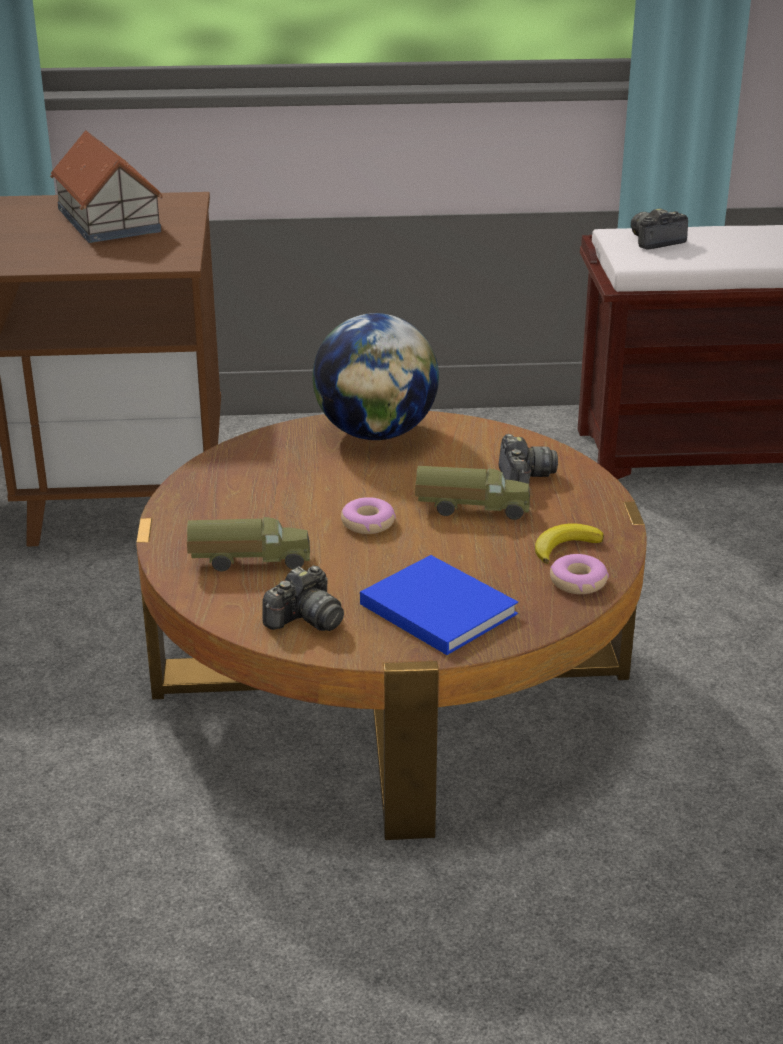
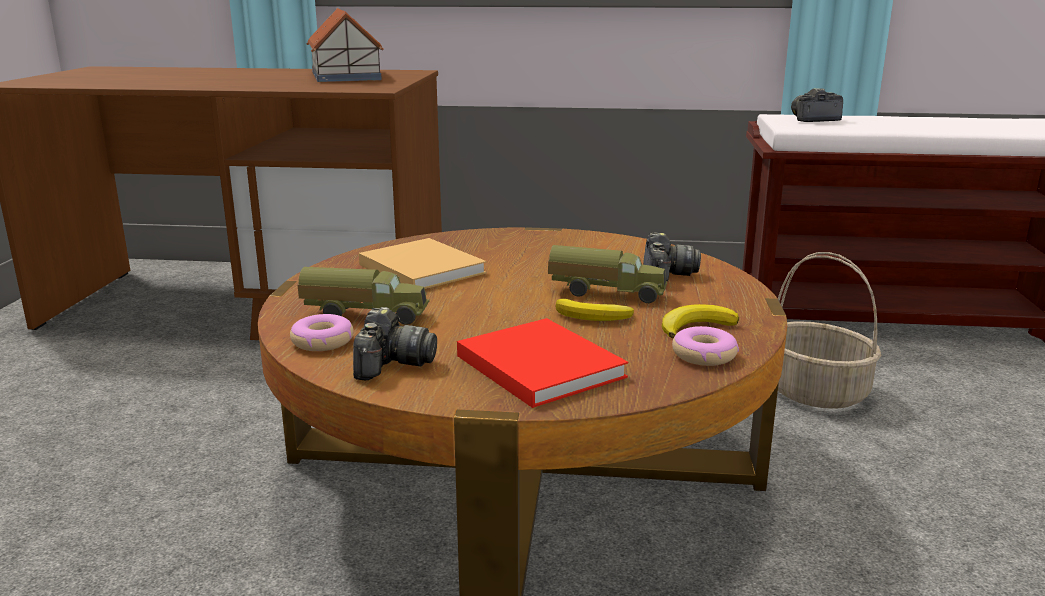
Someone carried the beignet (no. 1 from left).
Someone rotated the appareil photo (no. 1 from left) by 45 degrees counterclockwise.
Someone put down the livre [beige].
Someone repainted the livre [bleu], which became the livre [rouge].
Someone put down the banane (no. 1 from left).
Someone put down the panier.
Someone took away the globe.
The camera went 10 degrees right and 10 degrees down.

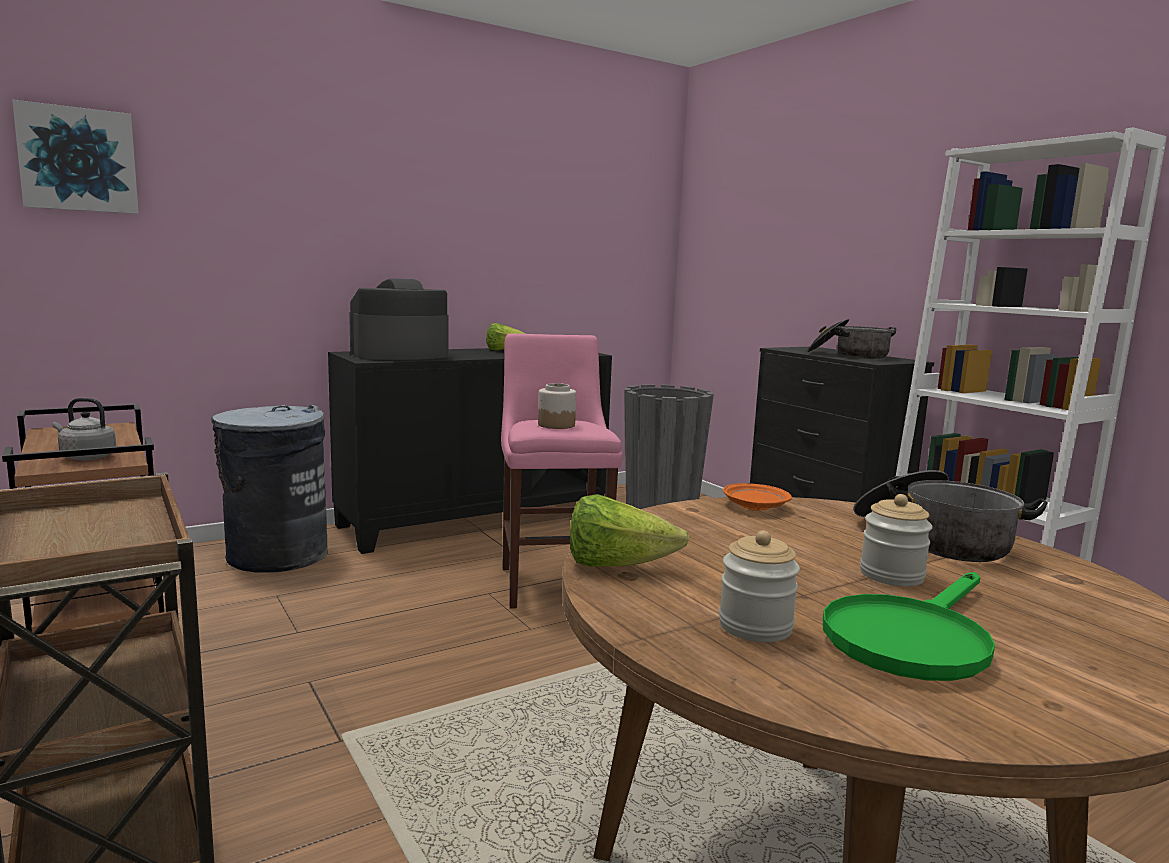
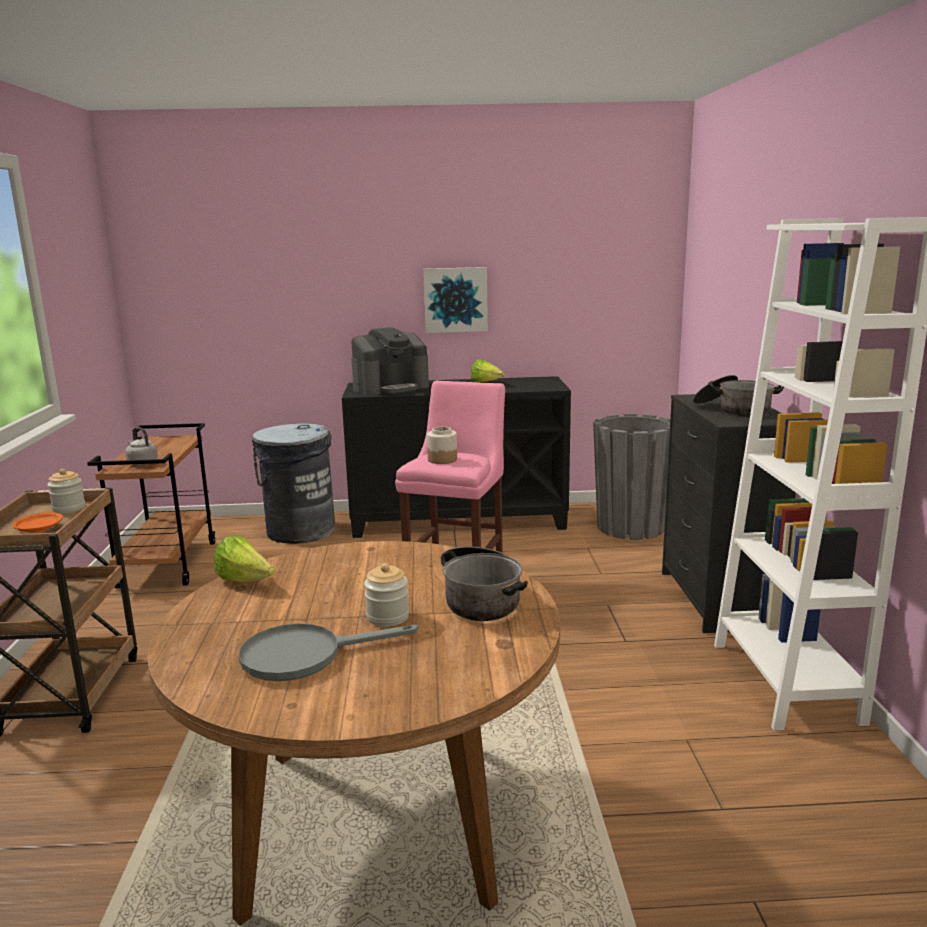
Someone carried the assiette [orange].
Someone carried the bocal (no. 2 from left in the first image).
Someone repainted the poêle [vert], which became the poêle [gris].
Someone rotated the machine à café by 150 degrees clockwise.
Someone carried the tableau.
The camera went 30 degrees right and 5 degrees up.

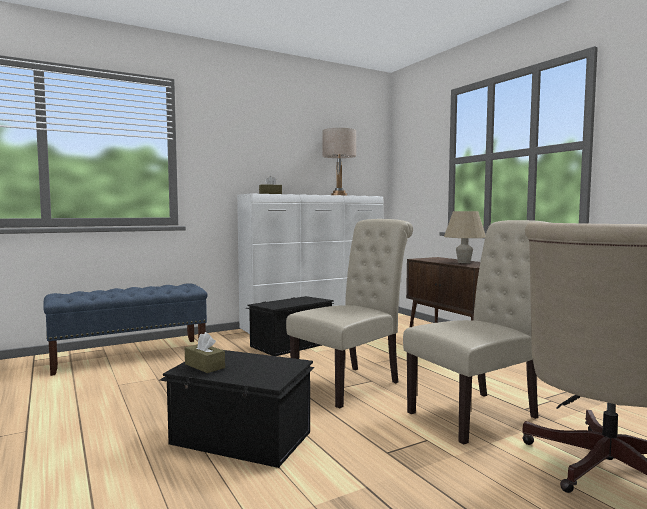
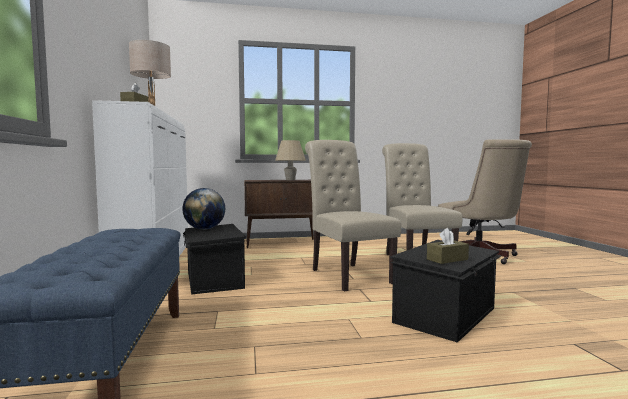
Someone put down the globe.
The camera went 70 degrees left and 0 degrees up.

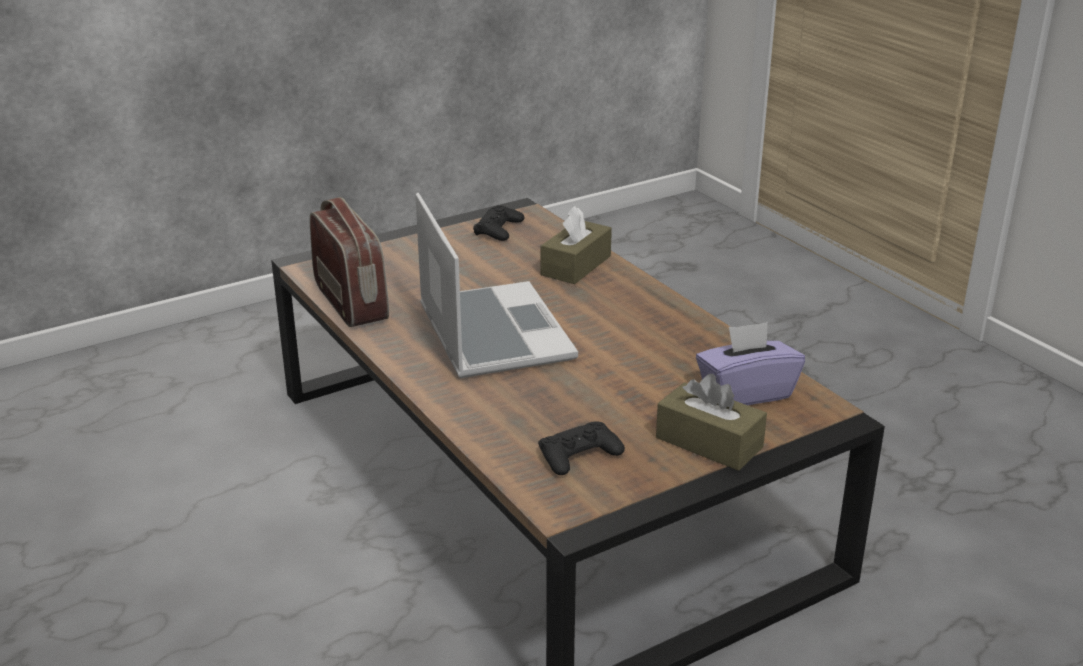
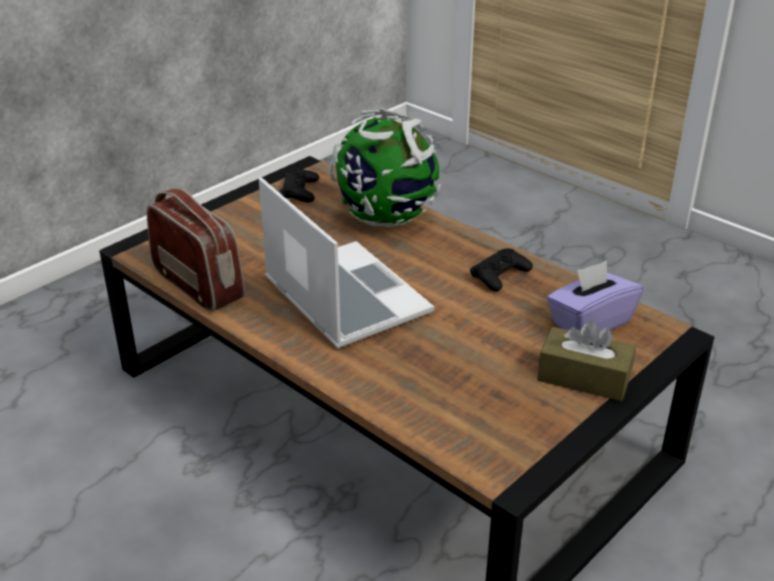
Someone swapped the boîte à mouchoirs [marron] (no. 1 from left) for the globe.
Someone carried the manette [noir] (no. 2 from left).
The camera went 15 degrees left and 5 degrees up.

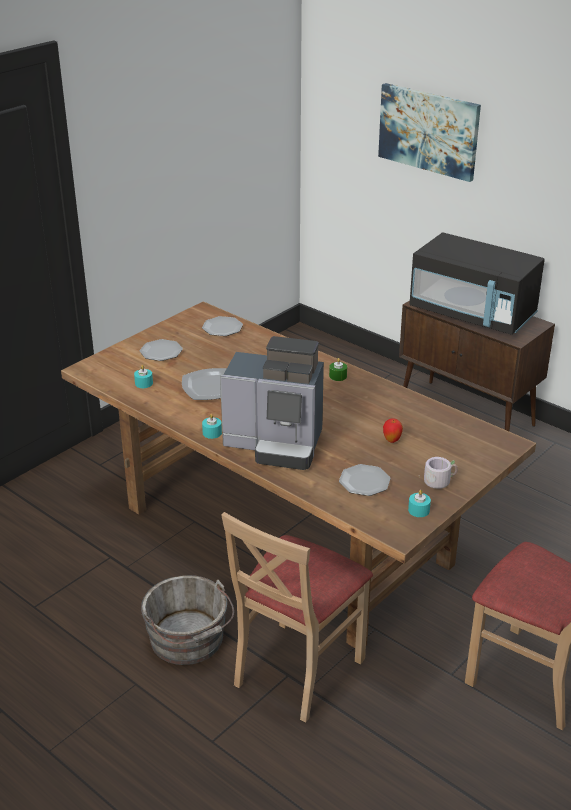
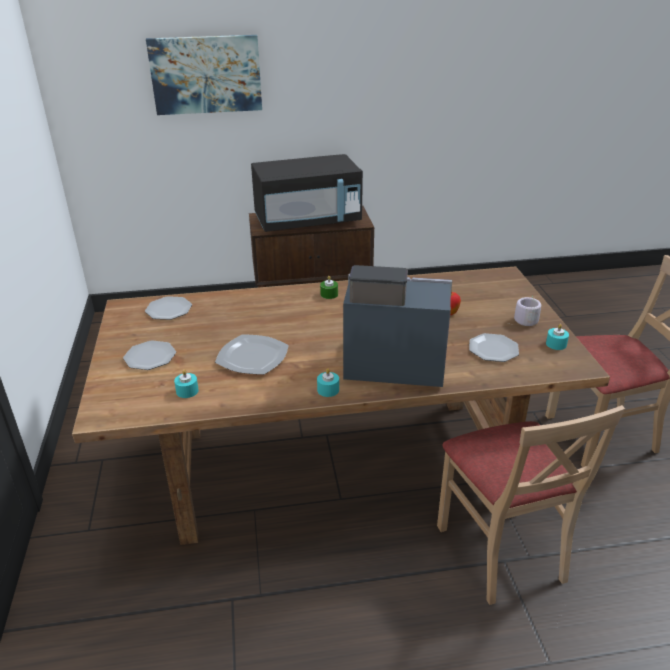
Someone rotated the machine à café by 135 degrees counterclockwise.
Someone took away the seau [gris].
The camera went 50 degrees left and 0 degrees up.

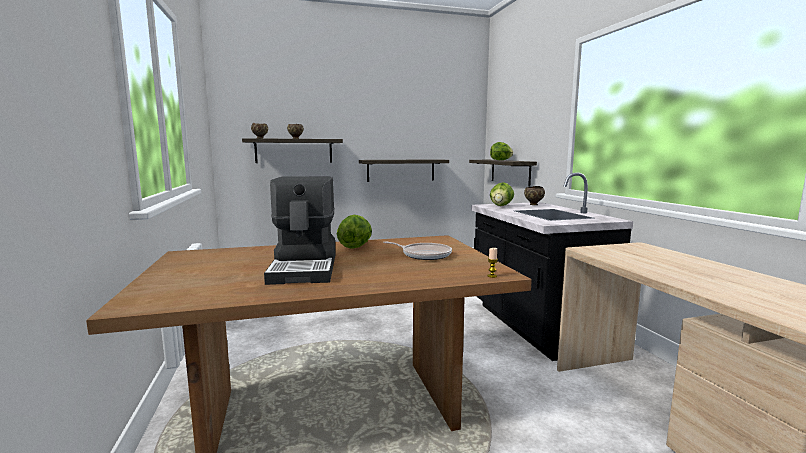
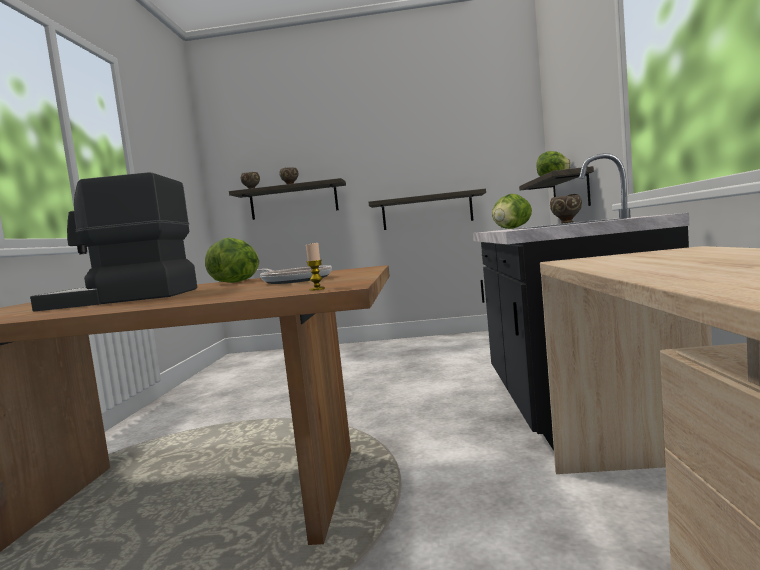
Someone rotated the machine à café by 75 degrees clockwise.
The camera went 20 degrees right and 5 degrees down.

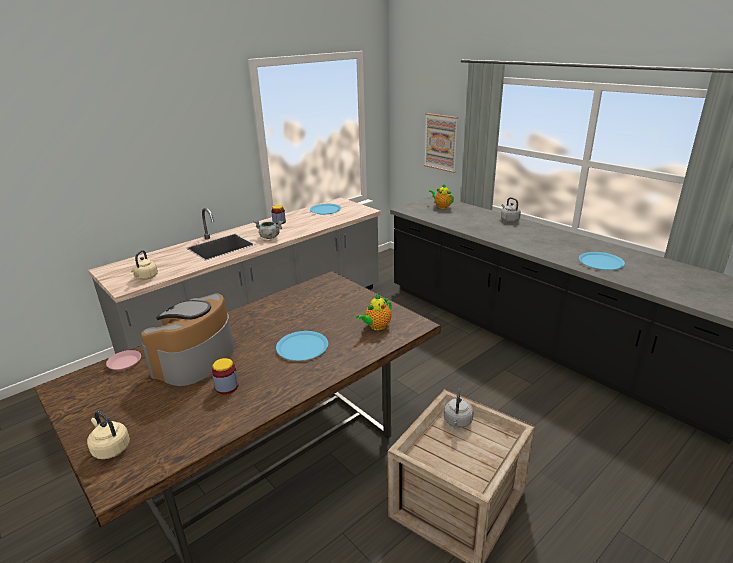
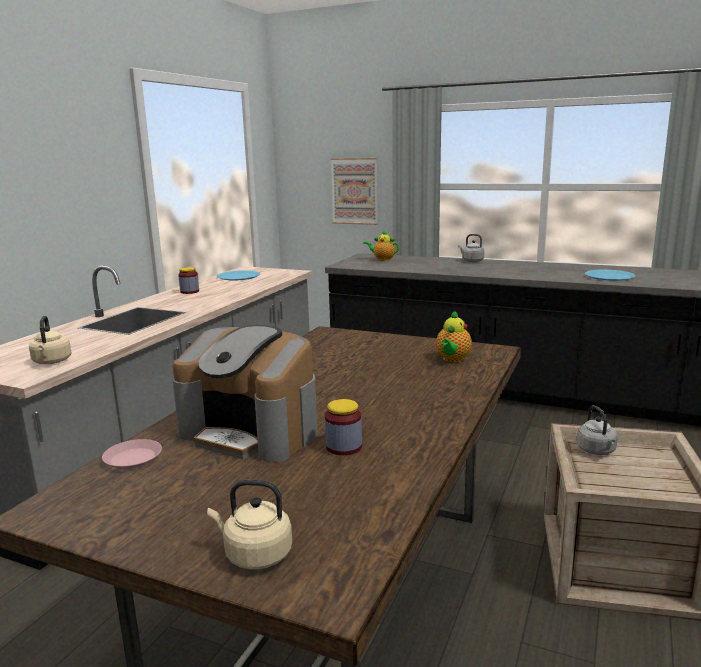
Someone rotated the machine à café by 60 degrees counterclockwise.
Someone took away the marmite [gris].
Someone took away the assiette [bleu] (no. 1 from left).
The camera went 25 degrees left and 10 degrees down.

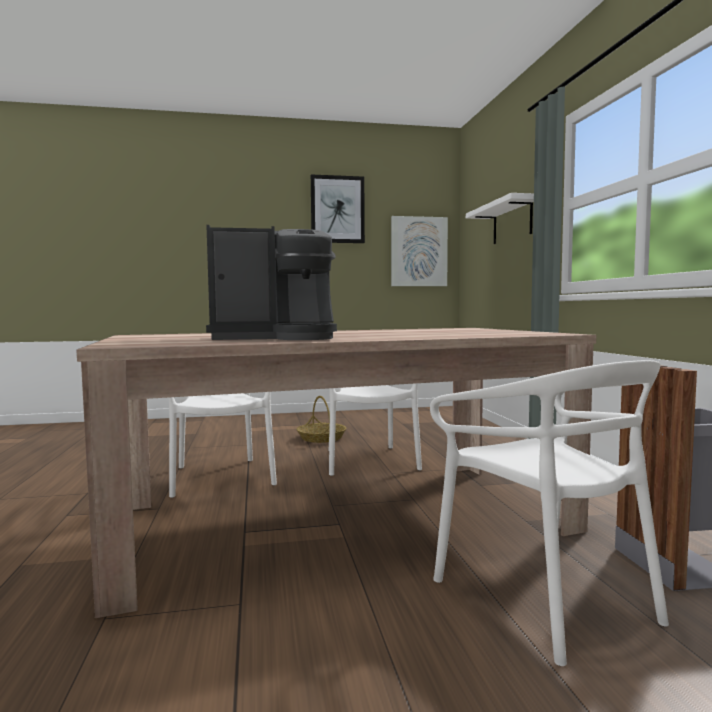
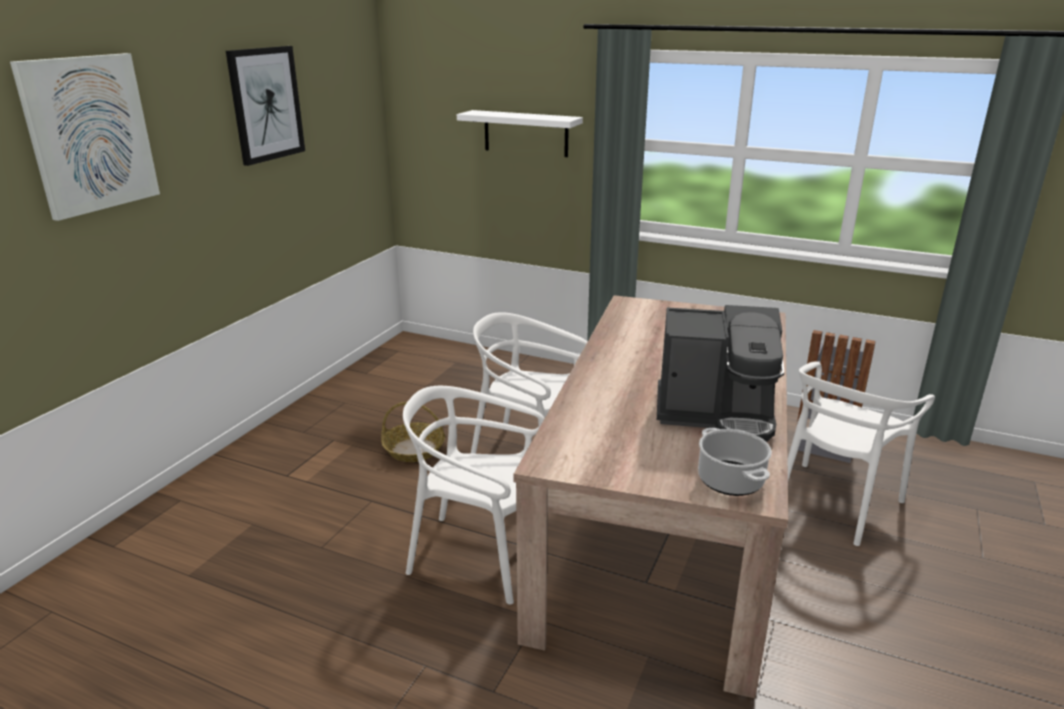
Someone carried the tableau (no. 2 from left in the first image).
Someone rotated the machine à café by 75 degrees clockwise.
Someone put down the marmite.
Someone rotated the chaise [blanc] (no. 3 from left) by 120 degrees clockwise.
The camera went 55 degrees left and 20 degrees up.

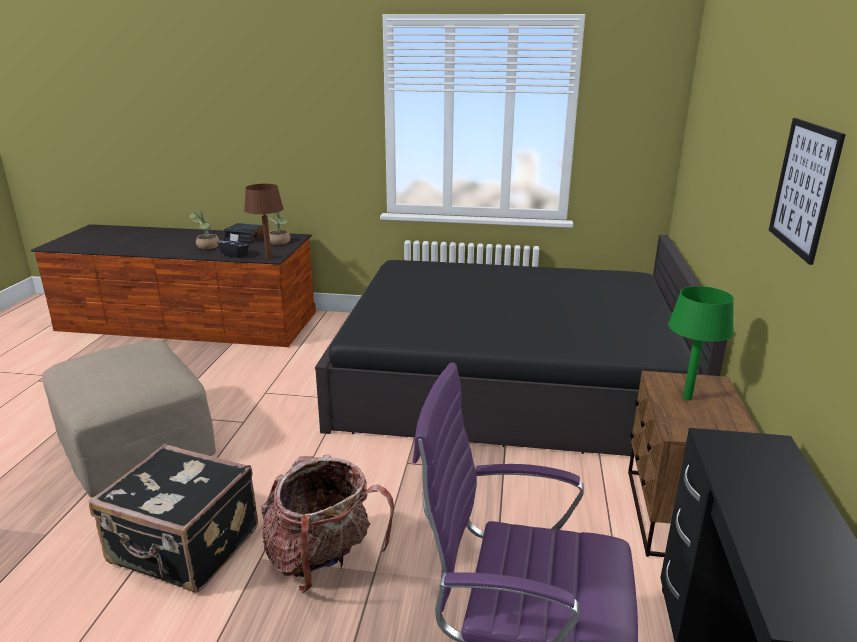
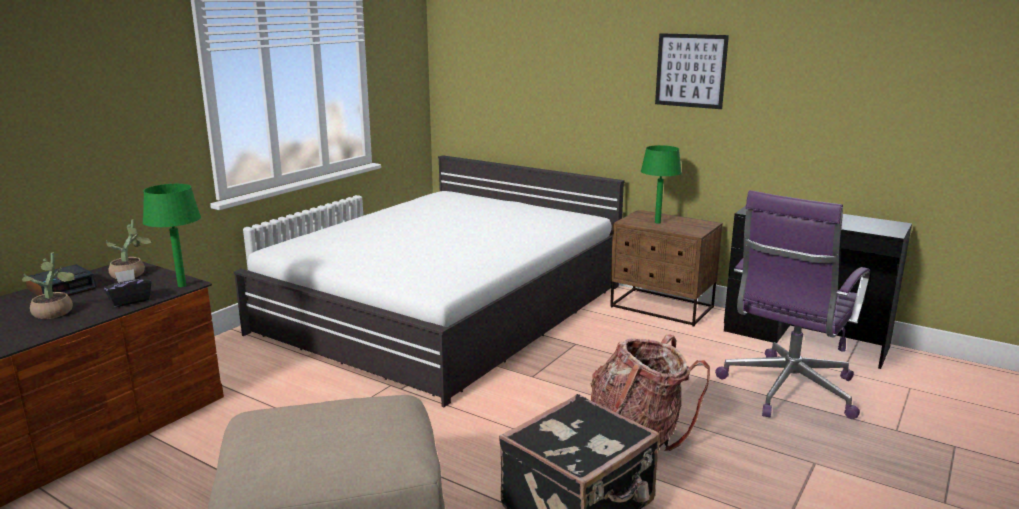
Someone repainted the lampe de table [marron], which became the lampe de table [vert] (no. 1 from left).
Someone repainted the lit [noir], which became the lit [blanc].
The camera went 65 degrees left and 5 degrees down.

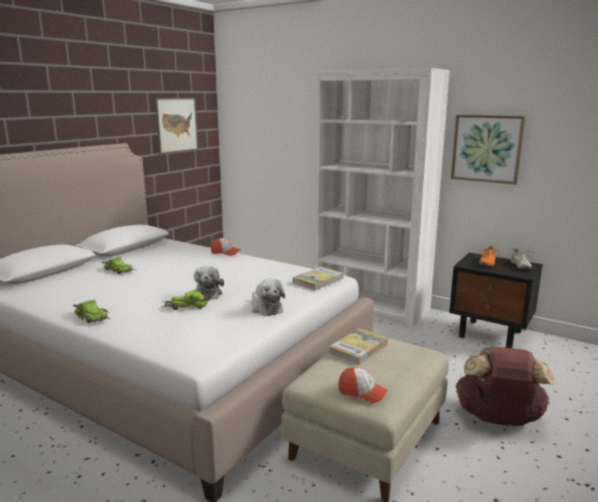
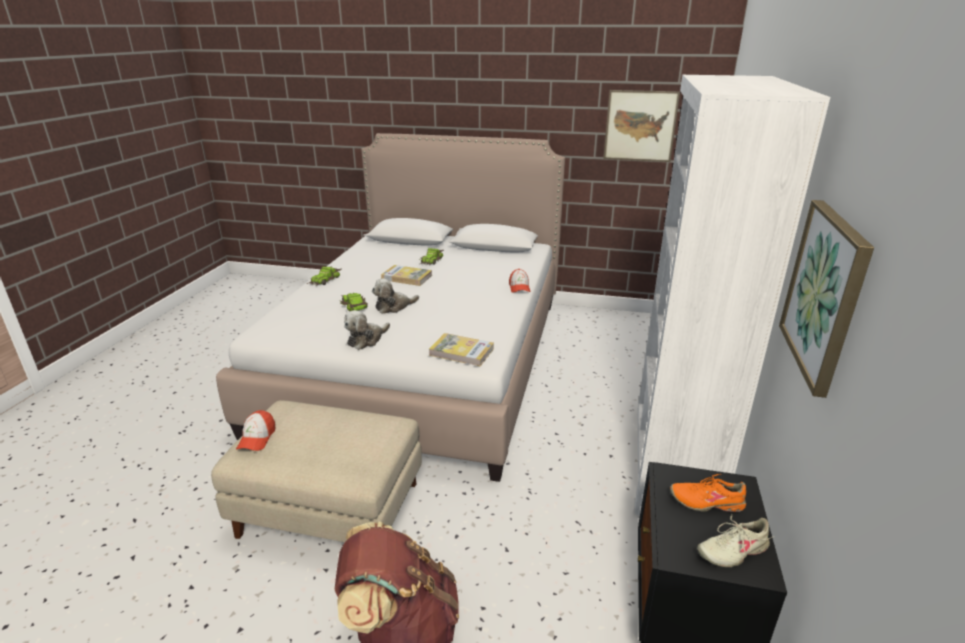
Someone carried the livre (no. 2 from left in the first image).
The camera went 70 degrees right and 10 degrees up.

